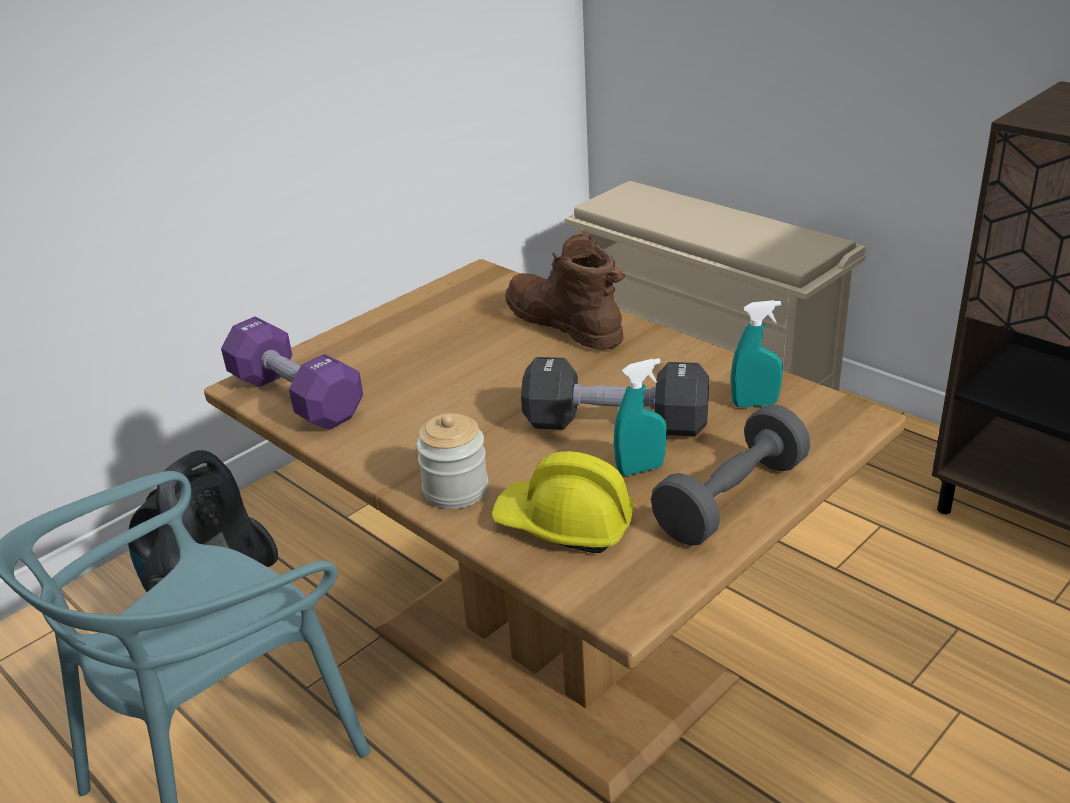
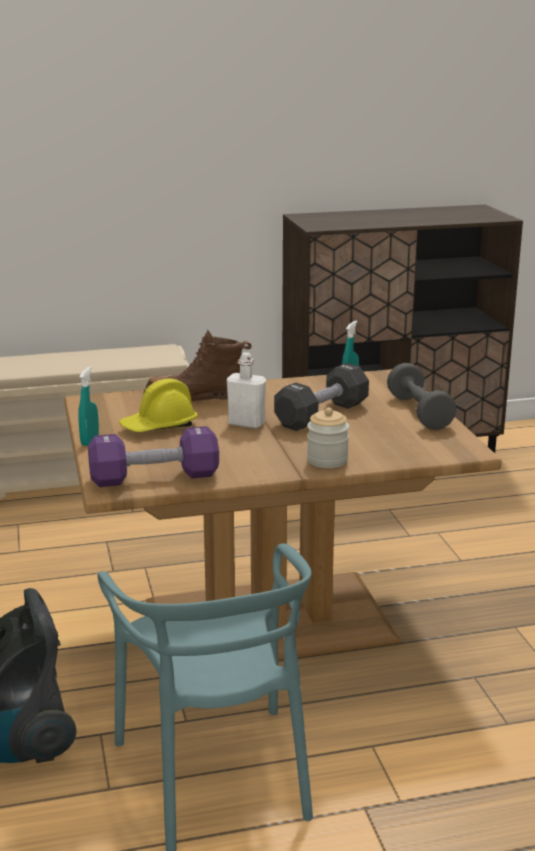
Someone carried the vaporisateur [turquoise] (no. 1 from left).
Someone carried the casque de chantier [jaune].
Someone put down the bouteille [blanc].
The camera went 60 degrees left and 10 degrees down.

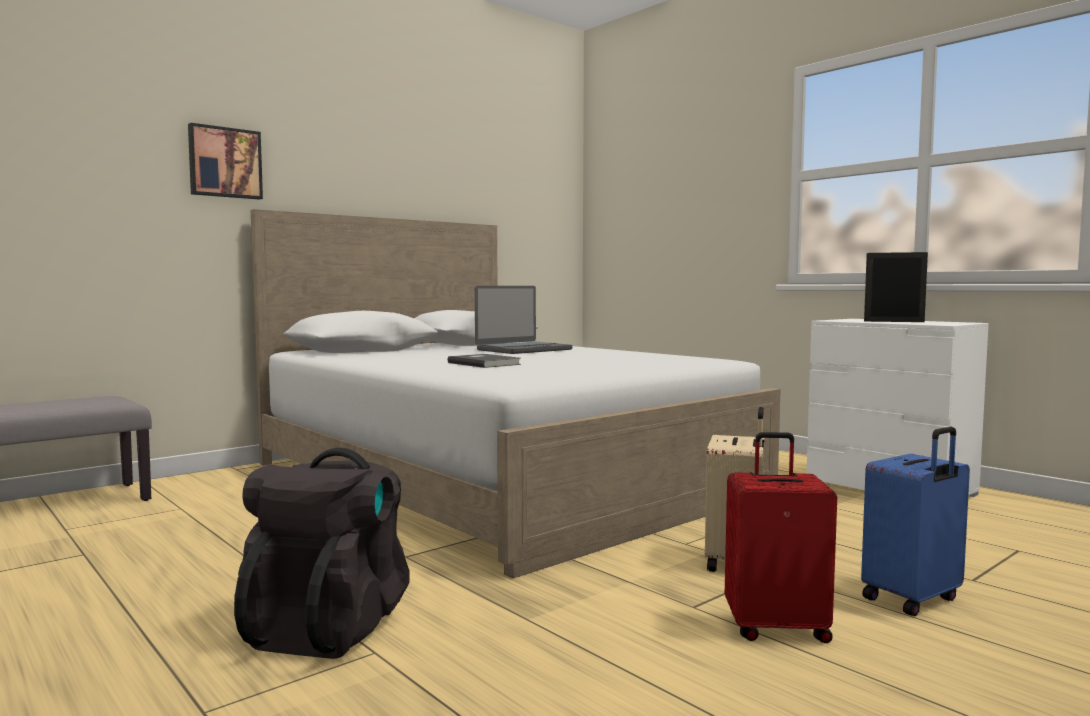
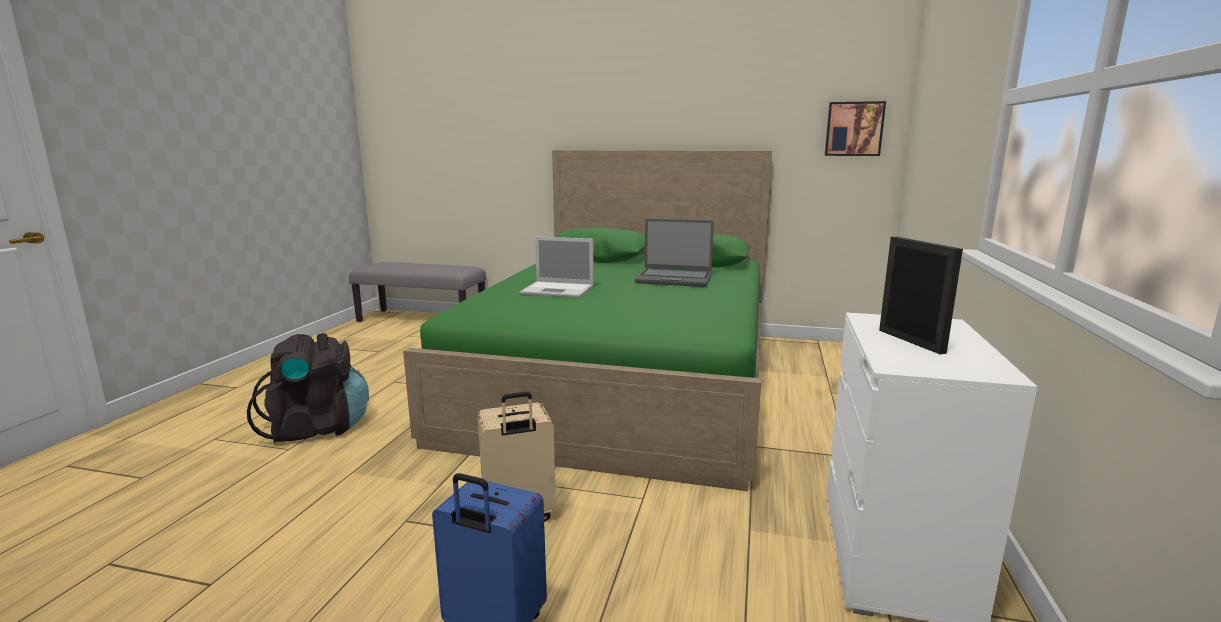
Someone repainted the lit [blanc], which became the lit [vert].
Someone swapped the livre [gris] for the ordinateur portable (no. 1 from left).
Someone carried the tableau.
Someone took away the valise [rouge].
The camera went 55 degrees right and 10 degrees up.

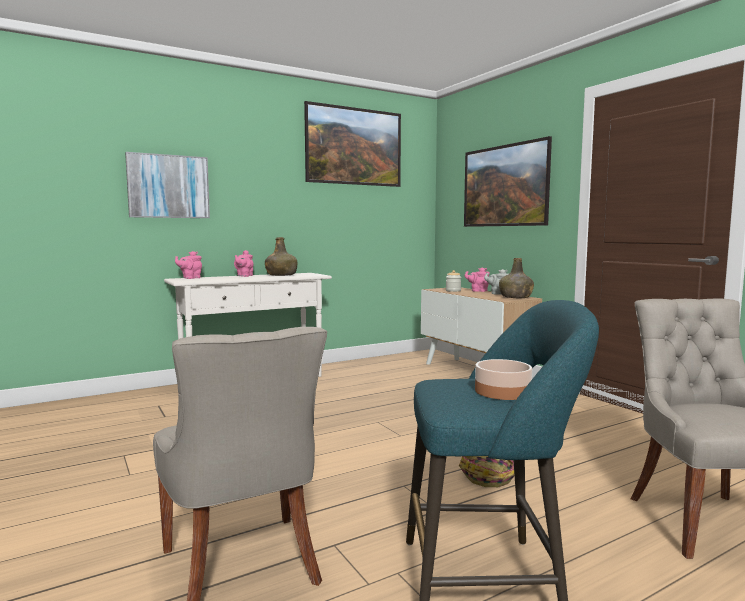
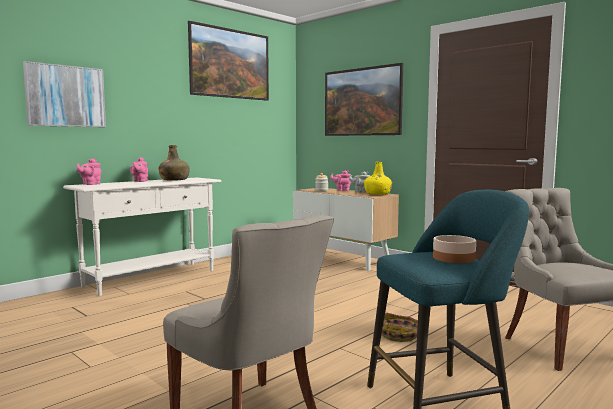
Someone repainted the bouteille [vert] (no. 2 from left), which became the bouteille [jaune].
The camera went 15 degrees left and 0 degrees up.

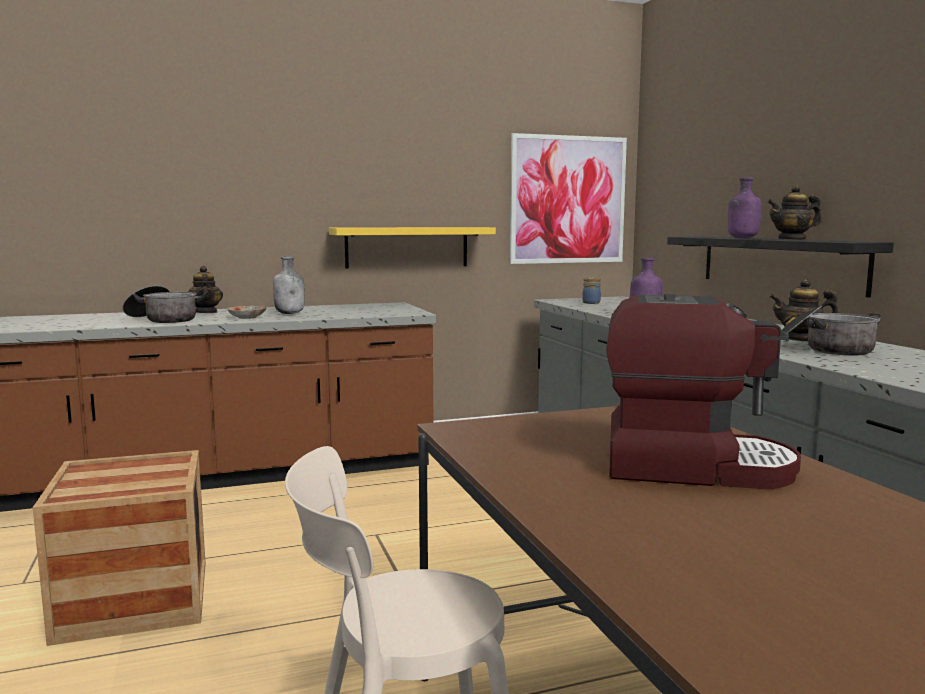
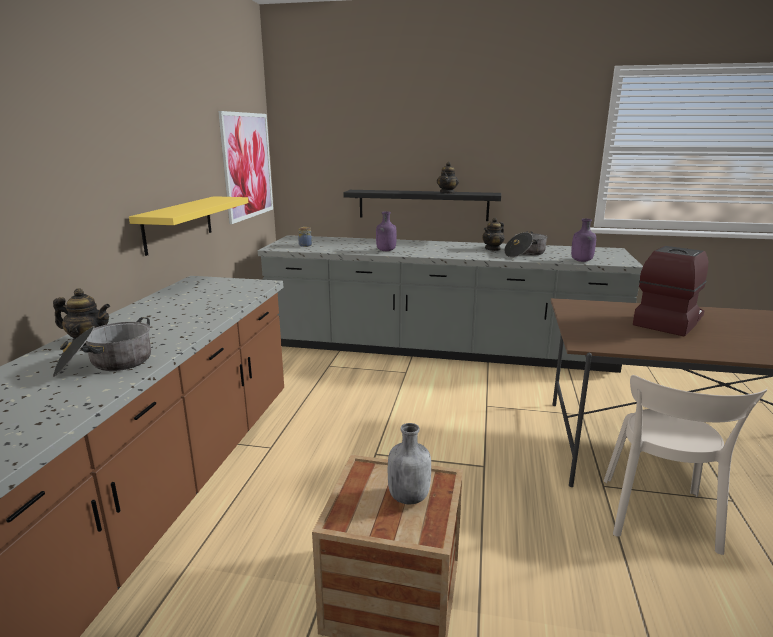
Someone carried the bouteille [gris].
Someone carried the bouteille [violet] (no. 2 from left).
Someone took away the assiette.
The camera went 60 degrees left and 10 degrees up.

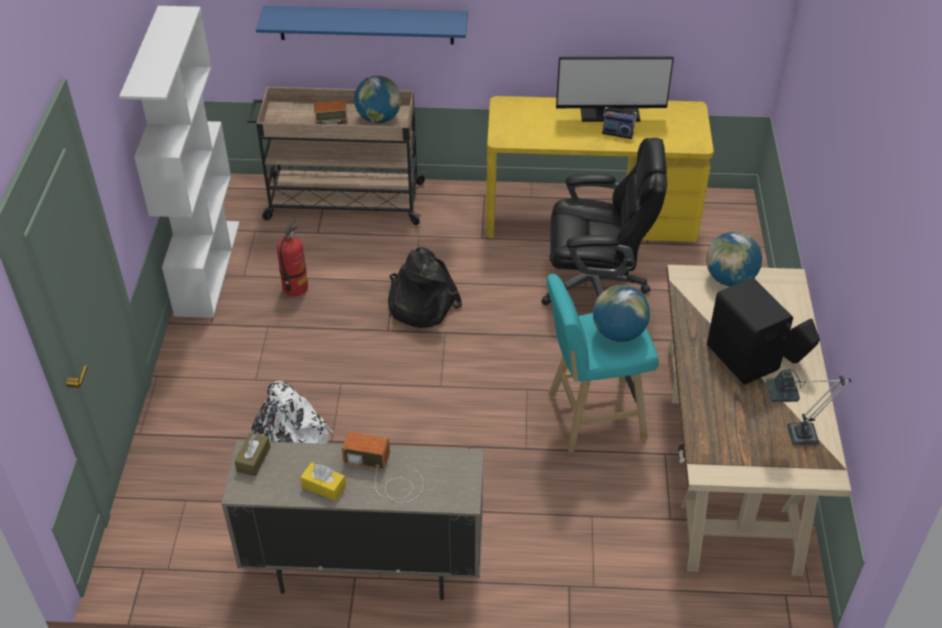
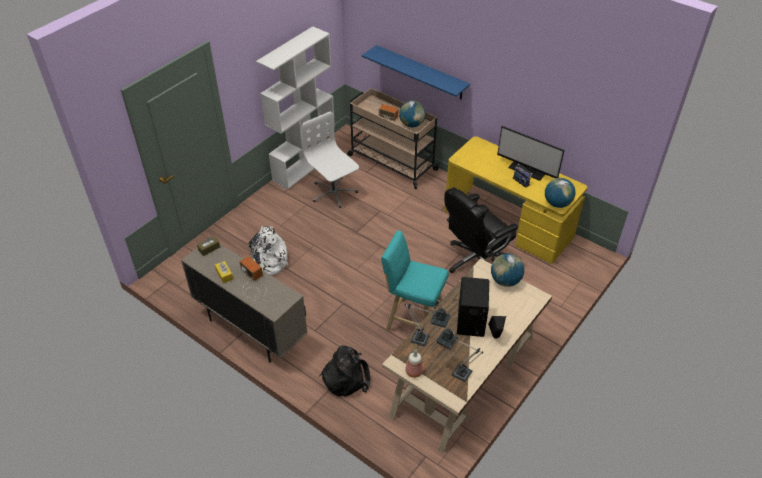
Someone swapped the extincteur for the chaise de bureau [blanc].
Someone carried the sac à dos [noir].
Someone put down the lampe de table (no. 1 from left).
Someone put down the bouteille.
Someone rotated the chaise de bureau [noir] by 105 degrees clockwise.
Someone carried the globe (no. 2 from left in the first image).
The camera went 35 degrees right and 0 degrees up.

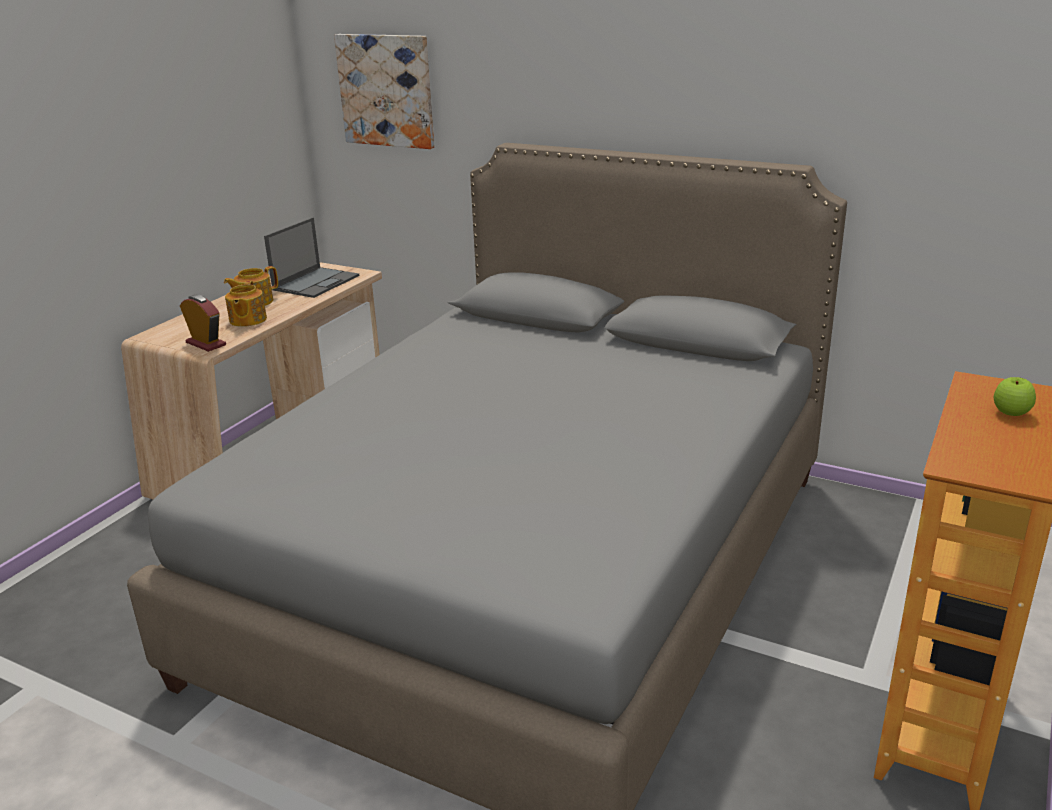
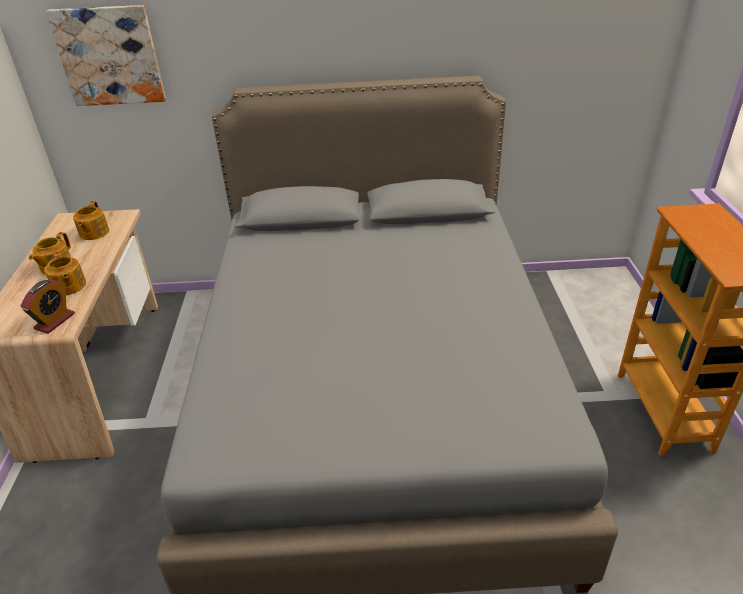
Someone rotated the réveil by 105 degrees clockwise.
Someone swapped the ordinateur portable for the théière (no. 3 from left).
Someone took away the pomme.
The camera went 30 degrees left and 10 degrees up.

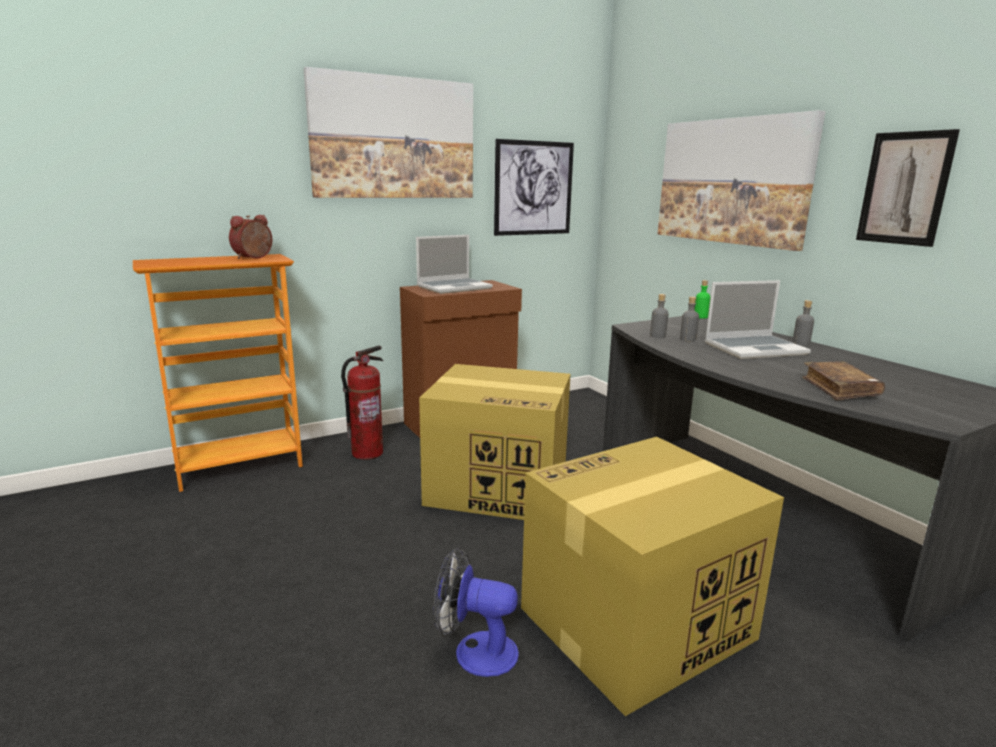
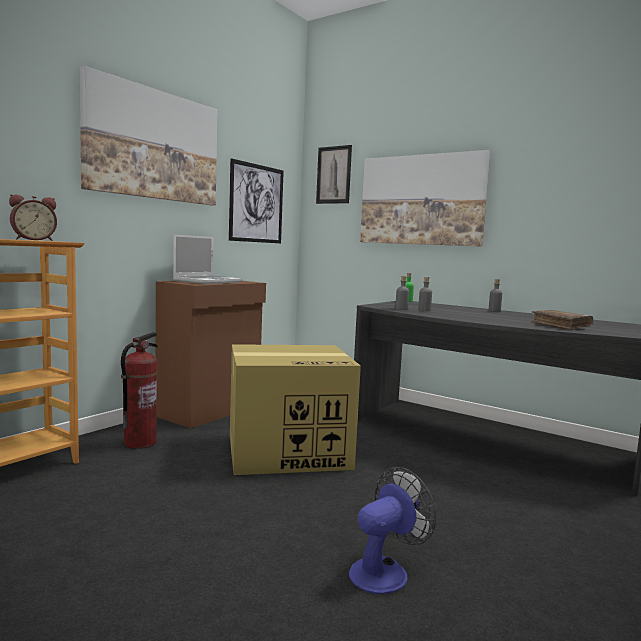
Someone rotated the réveil by 135 degrees counterclockwise.
Someone carried the tableau (no. 4 from left in the first image).
Someone rotated the ventilateur by 150 degrees clockwise.
Someone took away the carton (no. 2 from left).
Someone took away the ordinateur portable (no. 2 from left).
The camera went 25 degrees left and 10 degrees down.

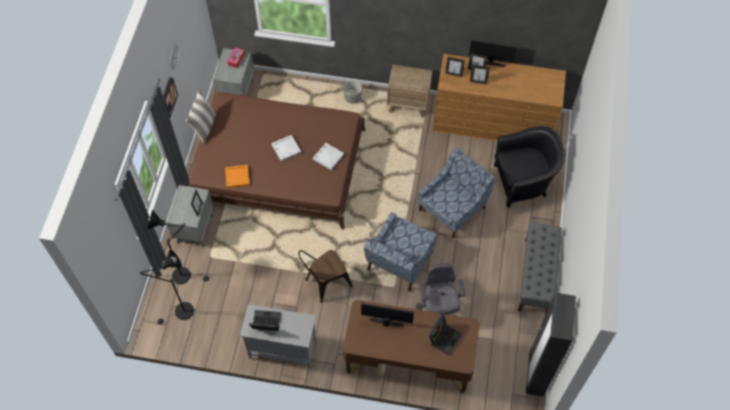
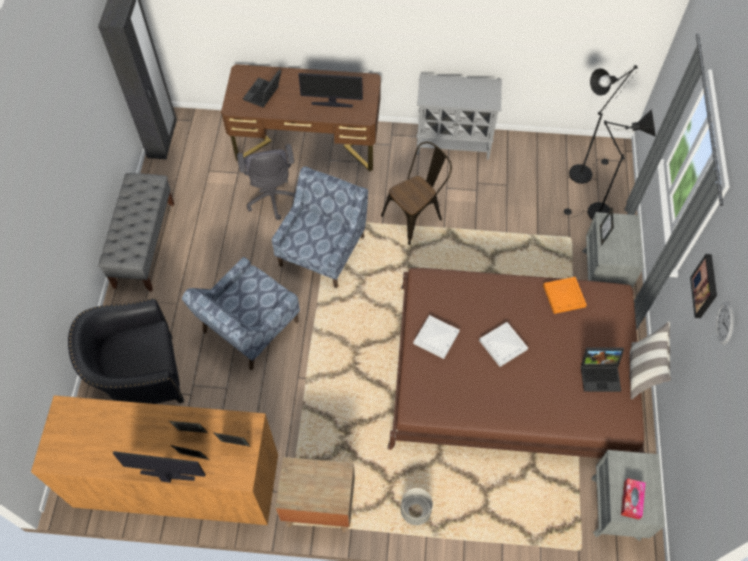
Someone carried the ordinateur portable (no. 1 from left in the first image).
The camera went 175 degrees right and 0 degrees up.

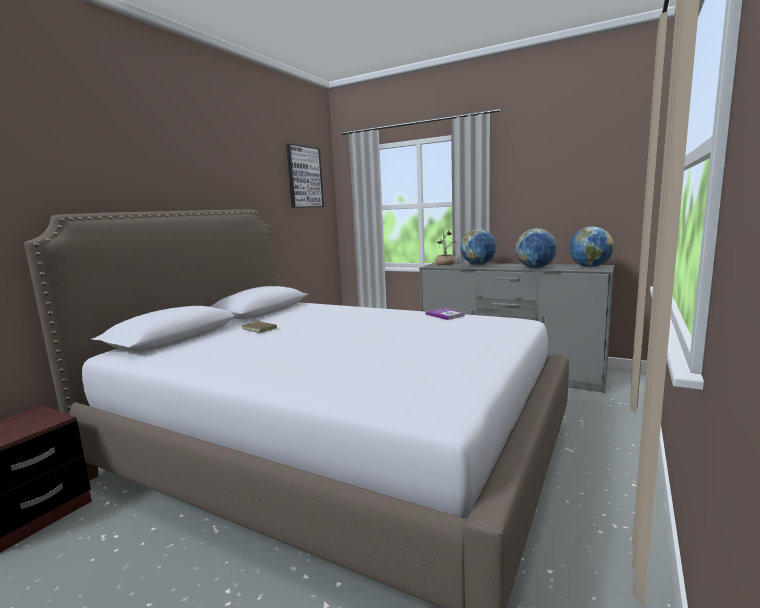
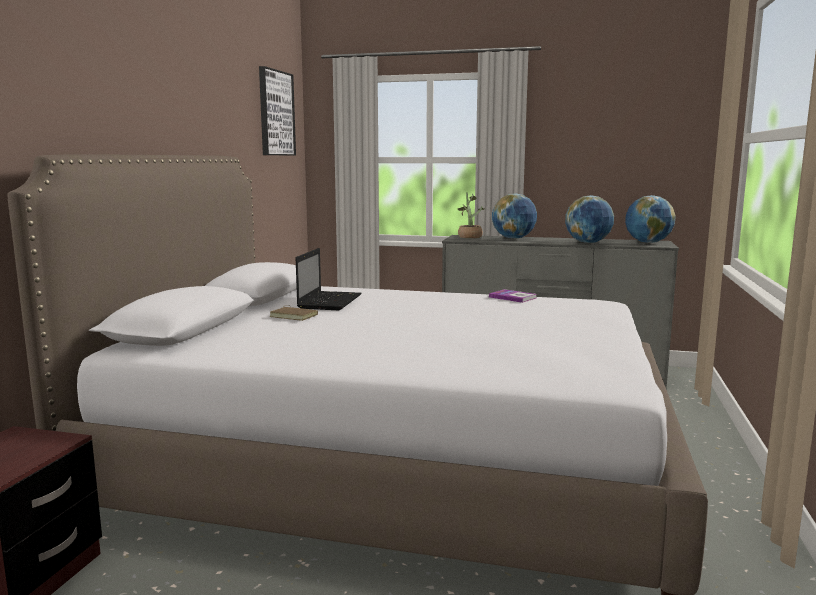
Someone put down the ordinateur portable.
The camera went 15 degrees left and 0 degrees up.

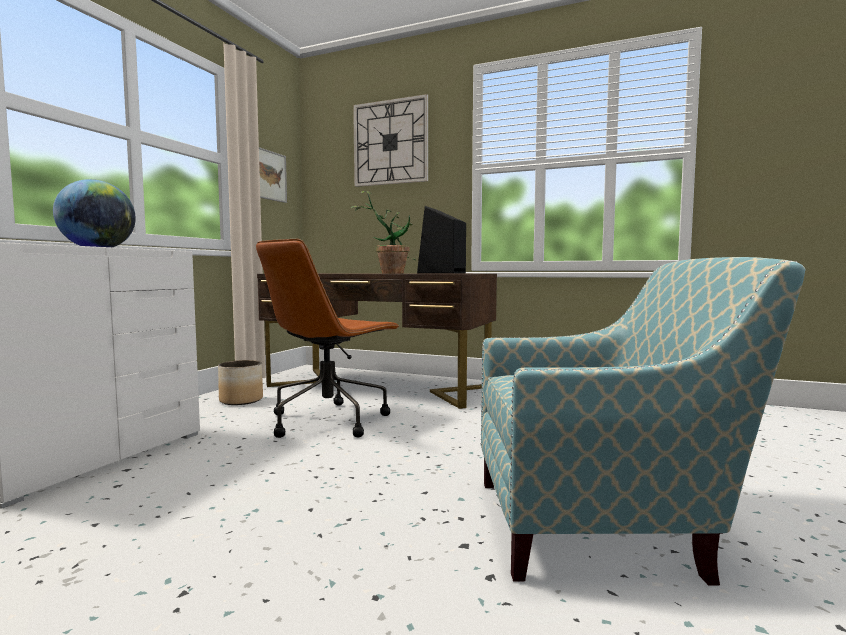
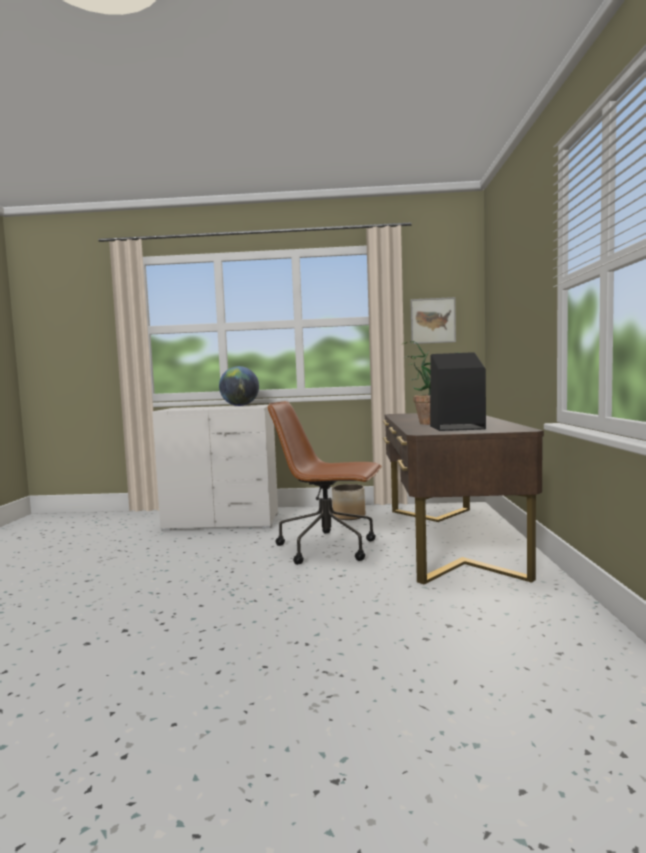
Someone took away the horloge murale.
Someone took away the fauteuil.
The camera went 70 degrees right and 0 degrees up.

